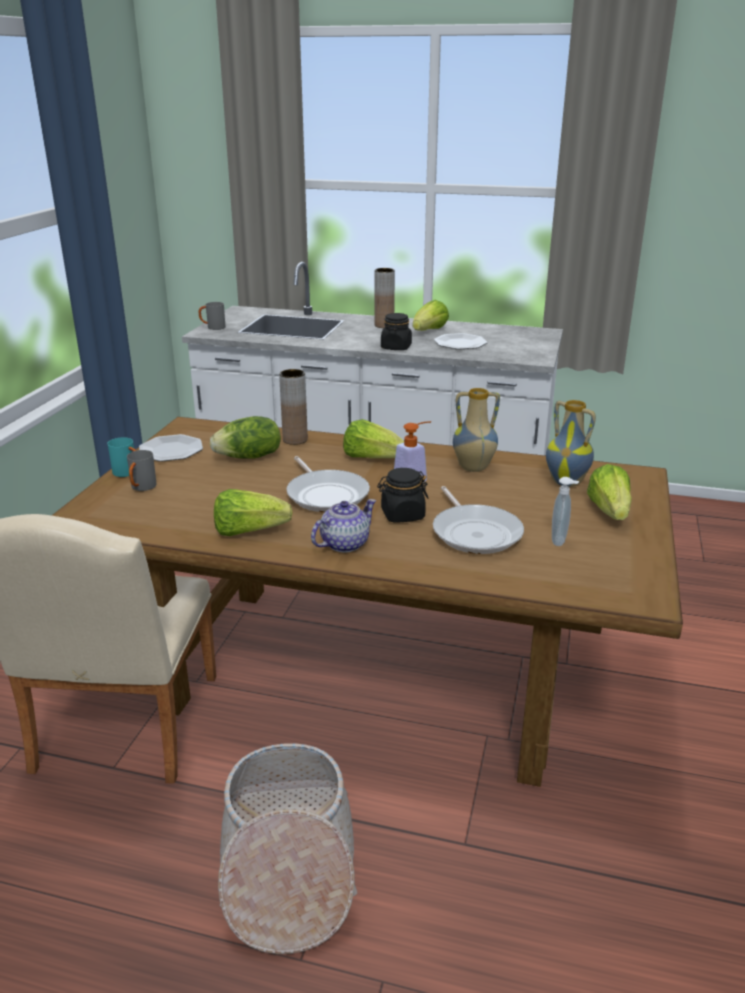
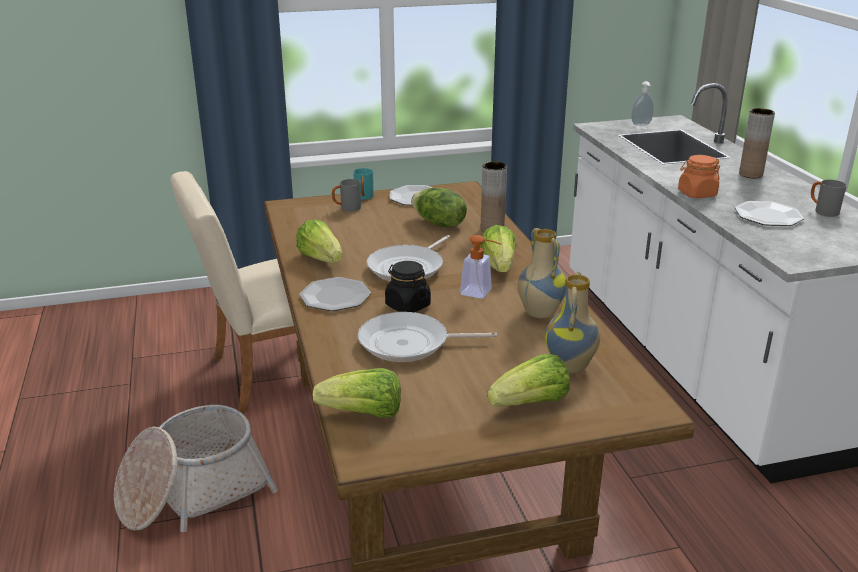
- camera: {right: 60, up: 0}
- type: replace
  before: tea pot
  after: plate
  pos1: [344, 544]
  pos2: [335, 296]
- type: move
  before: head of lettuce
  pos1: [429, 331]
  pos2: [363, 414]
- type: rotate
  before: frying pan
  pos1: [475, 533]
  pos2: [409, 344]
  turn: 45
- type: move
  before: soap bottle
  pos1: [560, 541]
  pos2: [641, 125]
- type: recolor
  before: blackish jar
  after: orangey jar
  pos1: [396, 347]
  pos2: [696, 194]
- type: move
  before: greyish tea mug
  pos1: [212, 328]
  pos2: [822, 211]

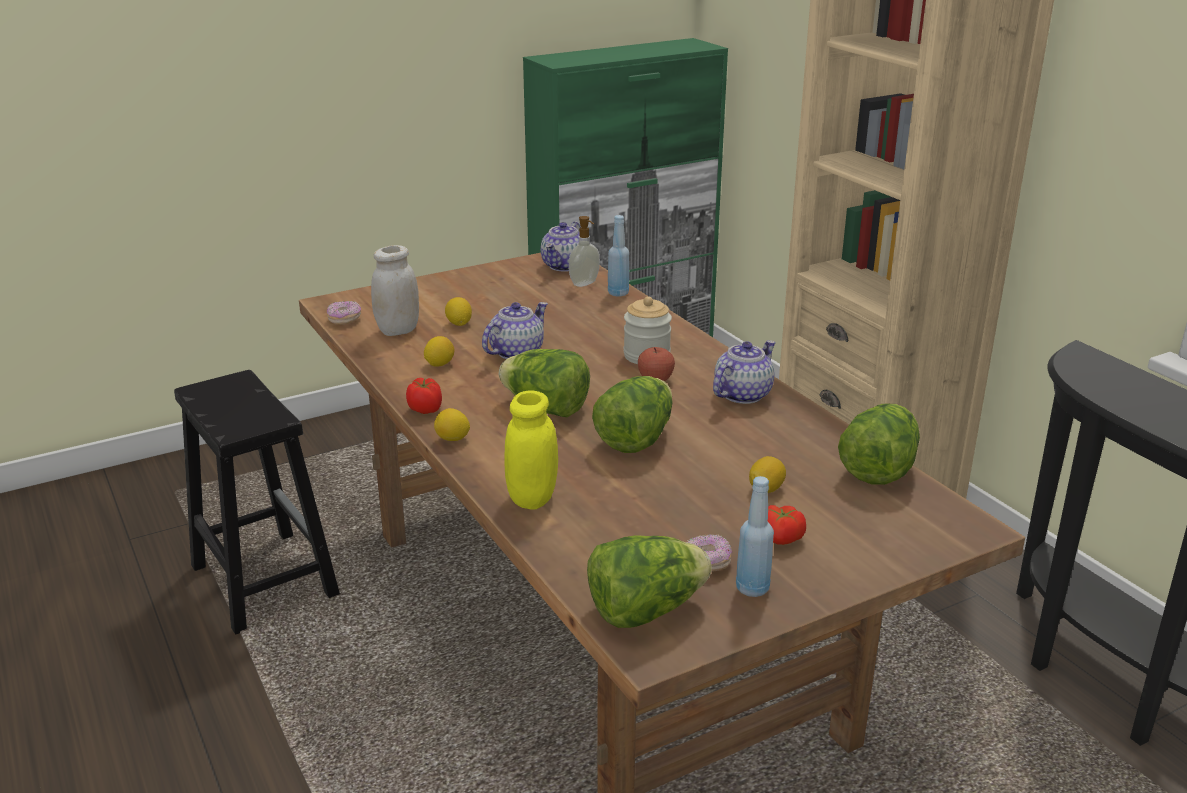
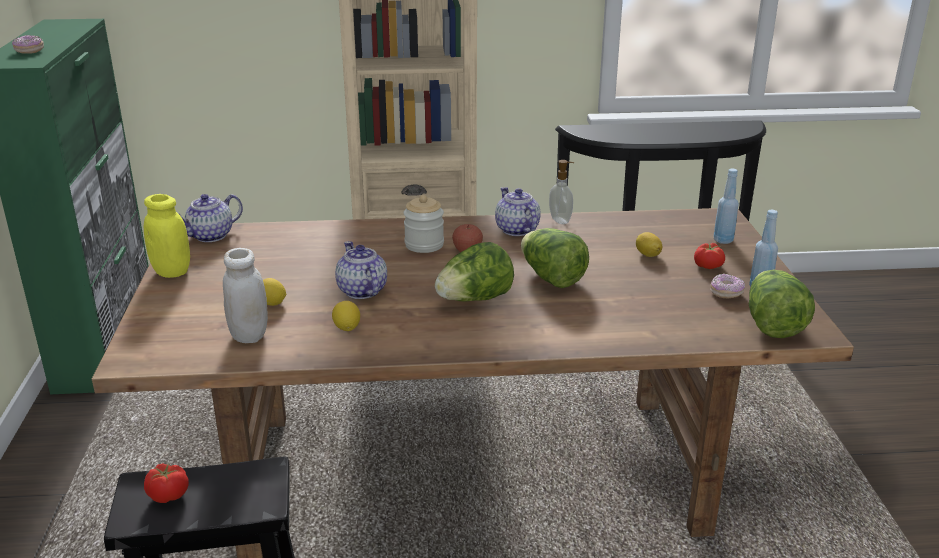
- camera: {right: -65, up: 0}
- type: move
  before: doughnut
  pos1: [344, 320]
  pos2: [29, 51]
- type: move
  before: yellowish jar
  pos1: [532, 498]
  pos2: [172, 272]
- type: move
  before: whole tomato
  pos1: [425, 409]
  pos2: [168, 496]
- type: rotate
  before: tea pot
  pos1: [564, 266]
  pos2: [210, 236]
  turn: 90
- type: move
  before: soap bottle
  pos1: [585, 283]
  pos2: [561, 220]
- type: move
  before: blue-coloured drink bottle
  pos1: [618, 293]
  pos2: [723, 240]
- type: delete
  before: citrus fruit
  pos1: [453, 439]
- type: delete
  before: head of lettuce
  pos1: [879, 469]

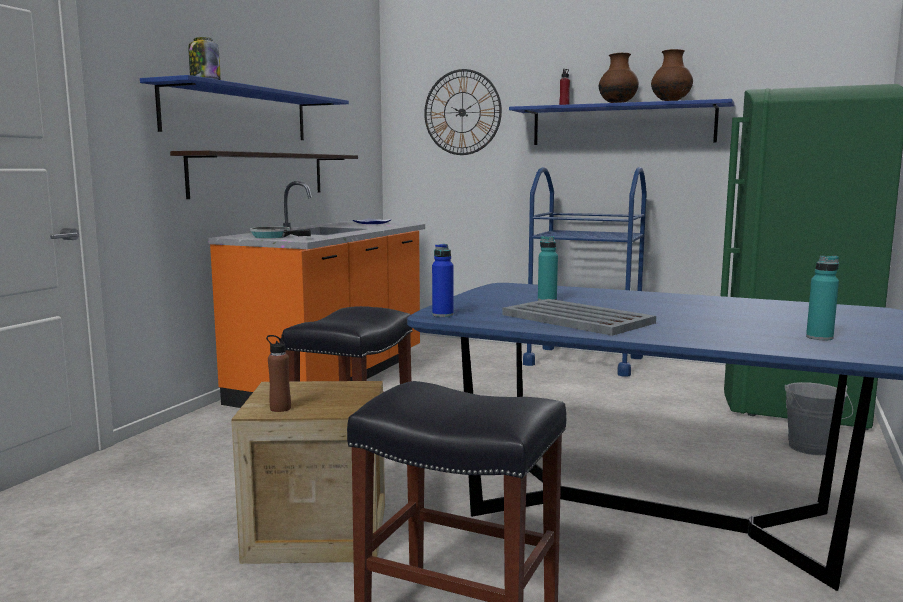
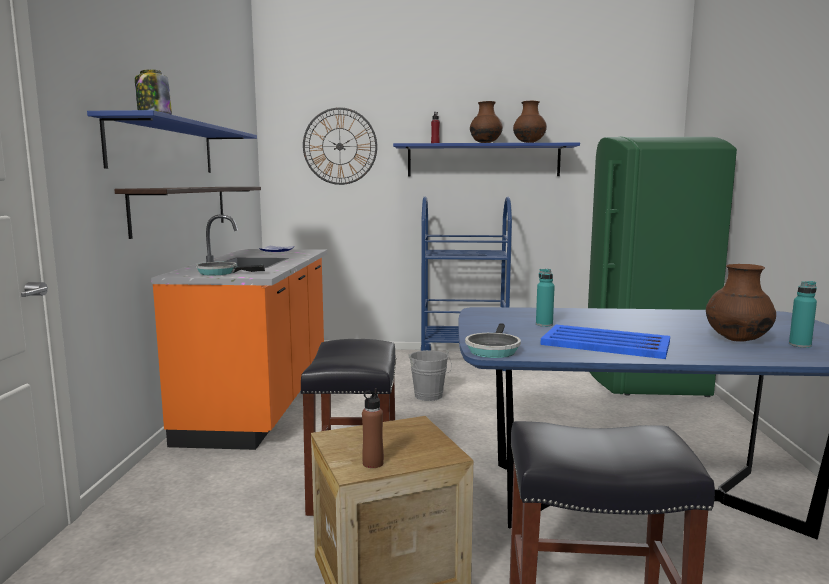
- camera: {right: -20, up: 0}
- type: move
  before: greyish bucket
  pos1: [812, 449]
  pos2: [430, 397]
- type: replace
  before: blue-coloured drink bottle
  after: frying pan
  pos1: [442, 315]
  pos2: [492, 350]
- type: recolor
  before: greyish carrying tray
  after: blue-coloured carrying tray
  pos1: [578, 319]
  pos2: [606, 343]
- type: insert
  after: brown-coloured vase
  pos2: [736, 340]

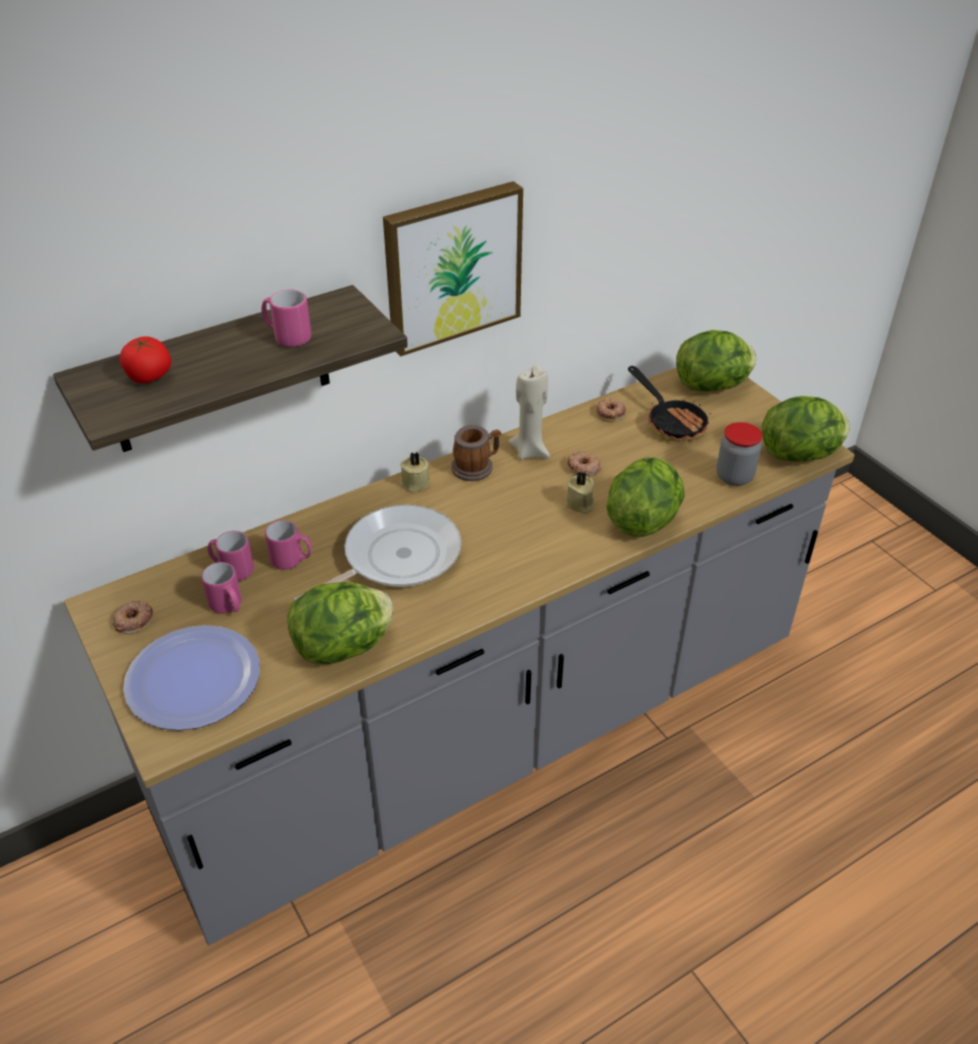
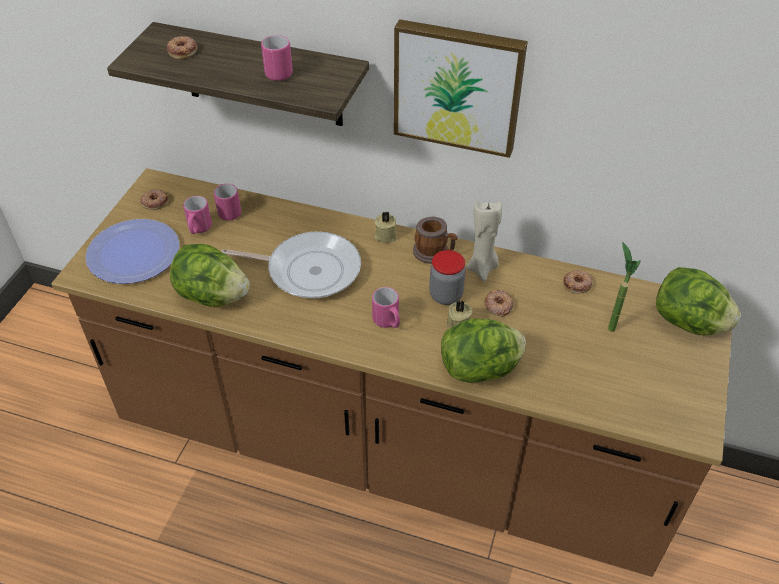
- camera: {right: 50, up: 5}
- type: recolor
  before: greyish counter
  after: brown-coloured counter
  pos1: [489, 733]
  pos2: [389, 450]
- type: replace
  before: whole tomato
  after: doughnut
  pos1: [149, 377]
  pos2: [183, 50]
- type: move
  before: pinkish tea mug
  pos1: [292, 561]
  pos2: [388, 322]
- type: move
  before: jar
  pos1: [734, 476]
  pos2: [446, 295]
- type: replace
  before: frying pan
  after: plant in a pot
  pos1: [670, 422]
  pos2: [610, 323]
- type: delete
  before: head of lettuce
  pos1: [800, 455]

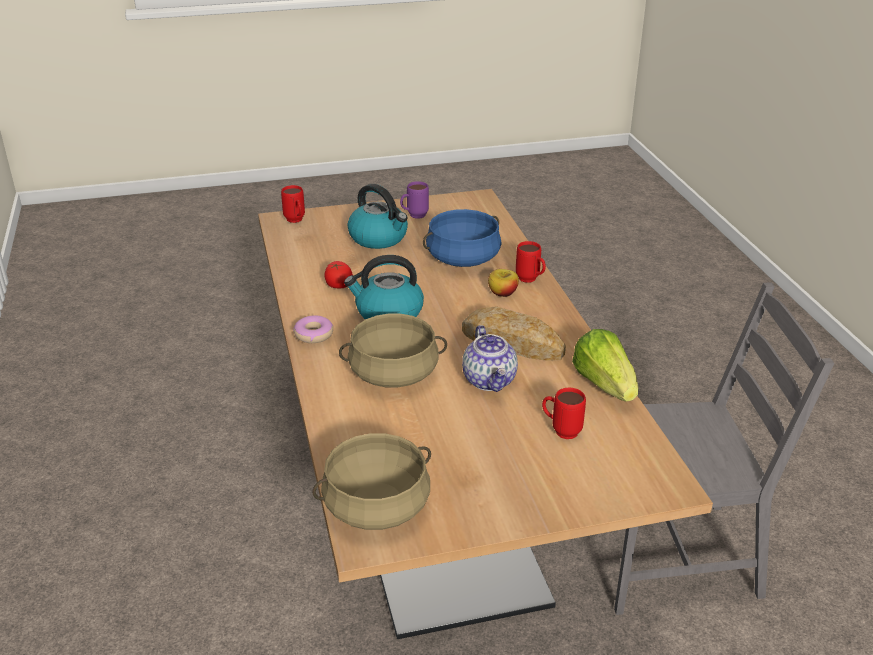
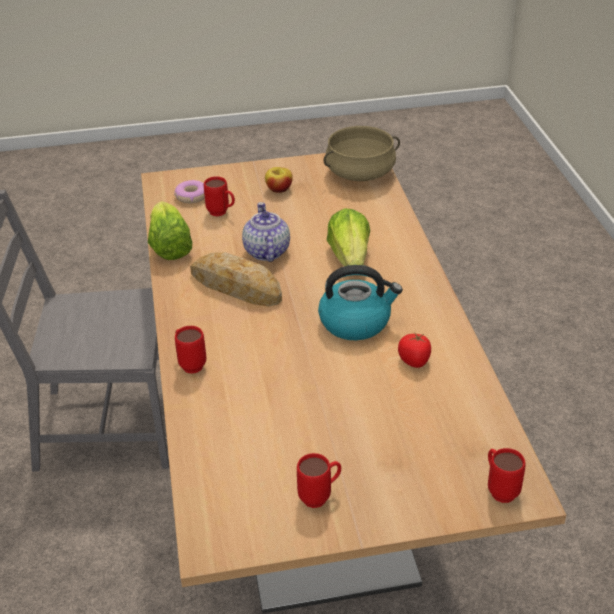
- camera: {right: -175, up: 5}
- type: move
  before: doughnut
  pos1: [314, 334]
  pos2: [191, 196]
- type: move
  before: apple fruit
  pos1: [502, 293]
  pos2: [279, 189]
- type: recolor
  before: purple-coloured tea mug
  after: reddish tea mug
  pos1: [413, 216]
  pos2: [320, 496]
- type: replace
  before: beige-coloured cooking pot
  after: head of lettuce
  pos1: [393, 374]
  pos2: [350, 258]
- type: delete
  before: kettle
  pos1: [379, 238]
- type: delete
  before: blue-coloured cooking pot
  pos1: [463, 258]

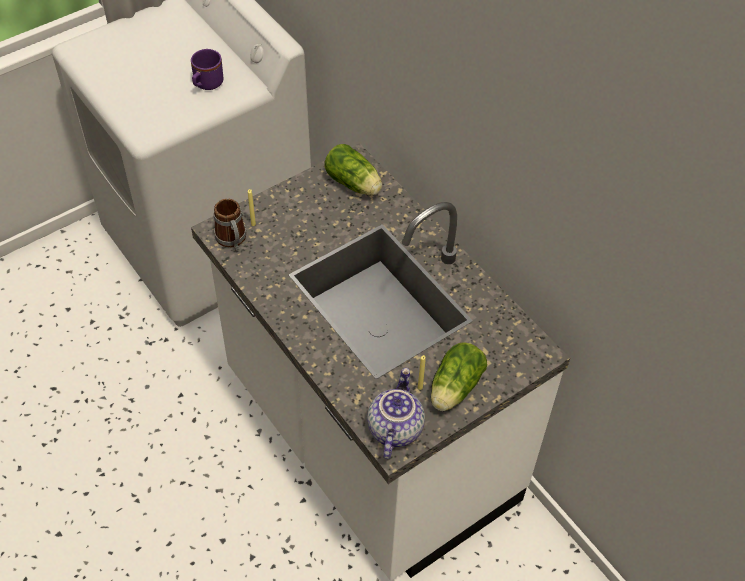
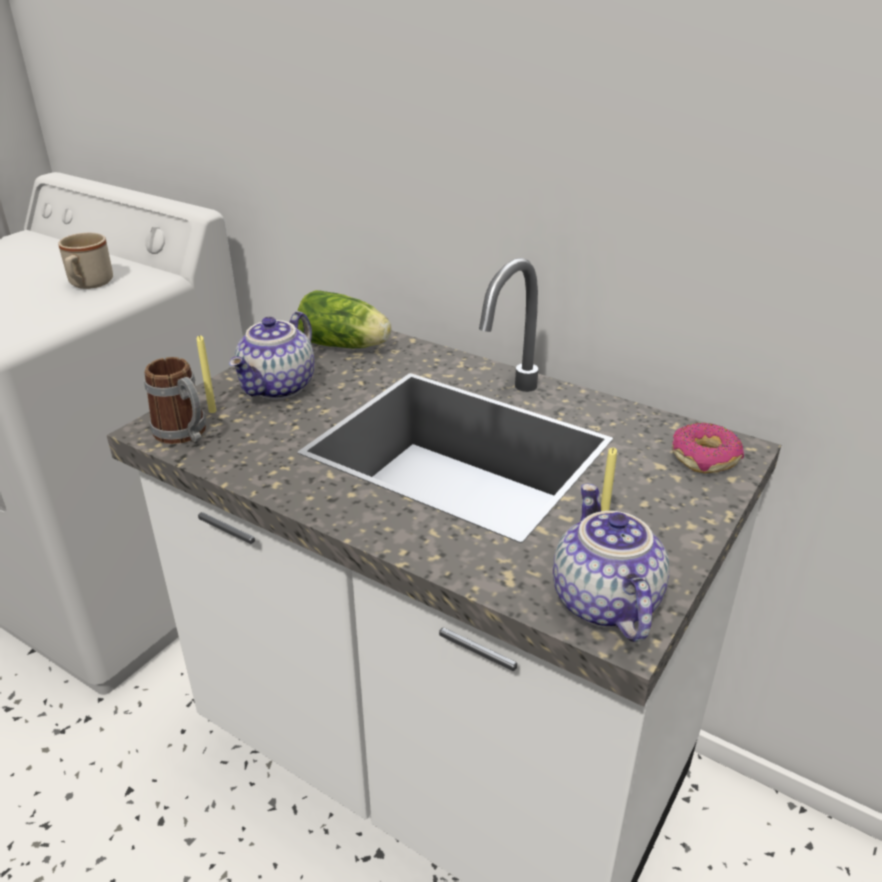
- camera: {right: -20, up: -20}
- type: recolor
  before: purple-coloured tea mug
  after: beige-coloured tea mug
  pos1: [206, 84]
  pos2: [88, 284]
- type: insert
  after: tea pot
  pos2: [279, 388]
- type: insert
  after: doughnut
  pos2: [705, 457]
- type: delete
  before: head of lettuce
  pos1: [454, 389]

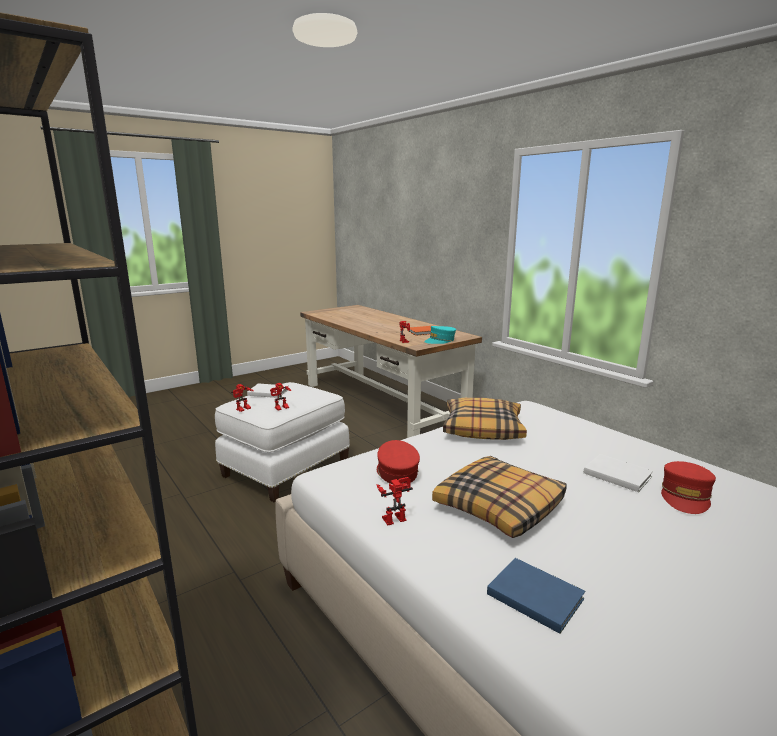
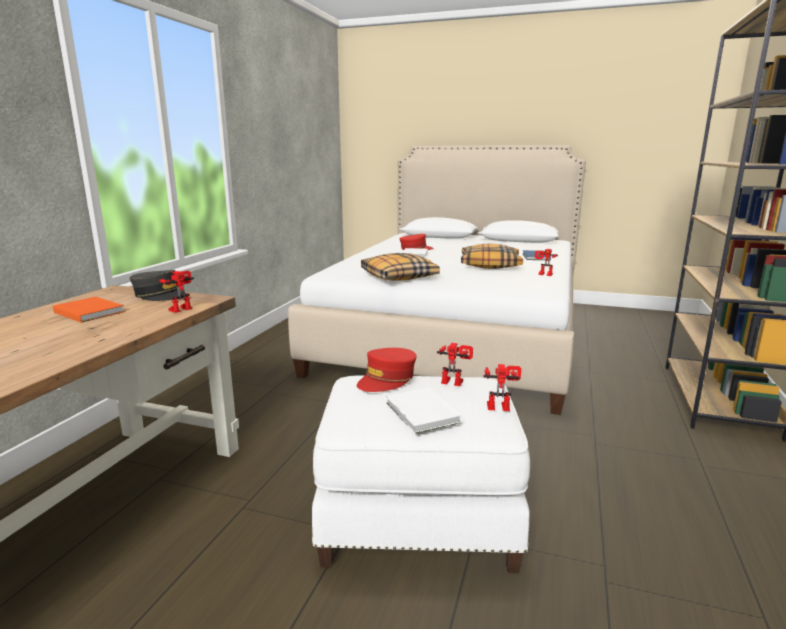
- camera: {right: -125, up: 0}
- type: recolor
  before: turquoise-coloured peaked cap
  after: greyish peaked cap
  pos1: [440, 340]
  pos2: [160, 295]
- type: move
  before: reddish peaked cap
  pos1: [396, 472]
  pos2: [387, 379]

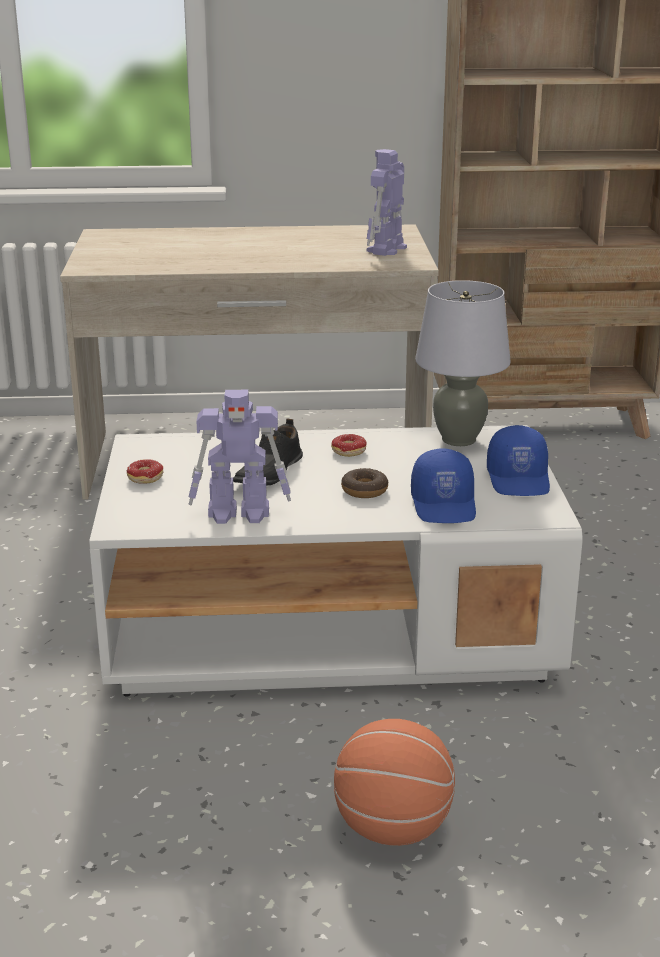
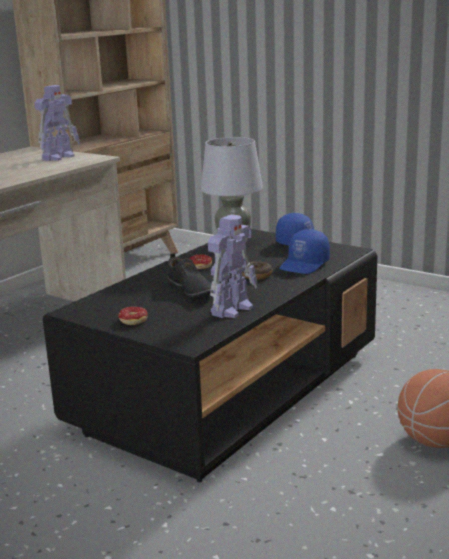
- camera: {right: -50, up: -5}
- type: rotate
  before: toy robot
  pos1: [386, 249]
  pos2: [59, 157]
  turn: -120
- type: recolor
  before: white-coloured coffee table
  after: blackish coffee table
  pos1: [331, 630]
  pos2: [228, 391]
- type: rotate
  before: blue-coloured peaked cap
  pos1: [445, 505]
  pos2: [305, 265]
  turn: 90

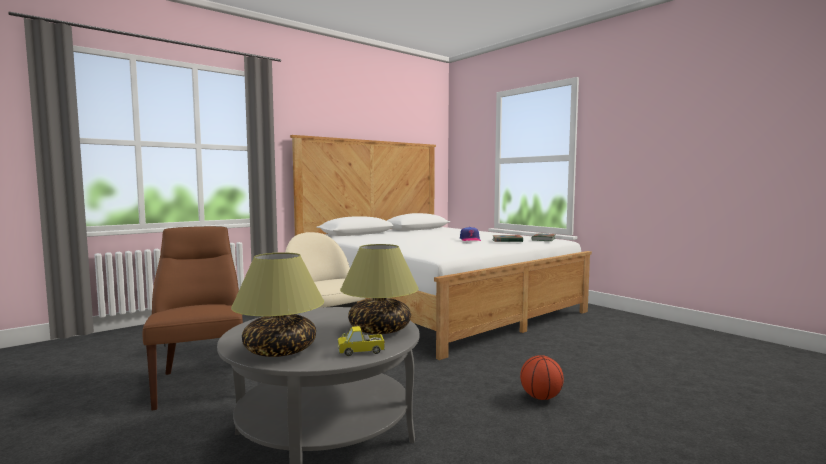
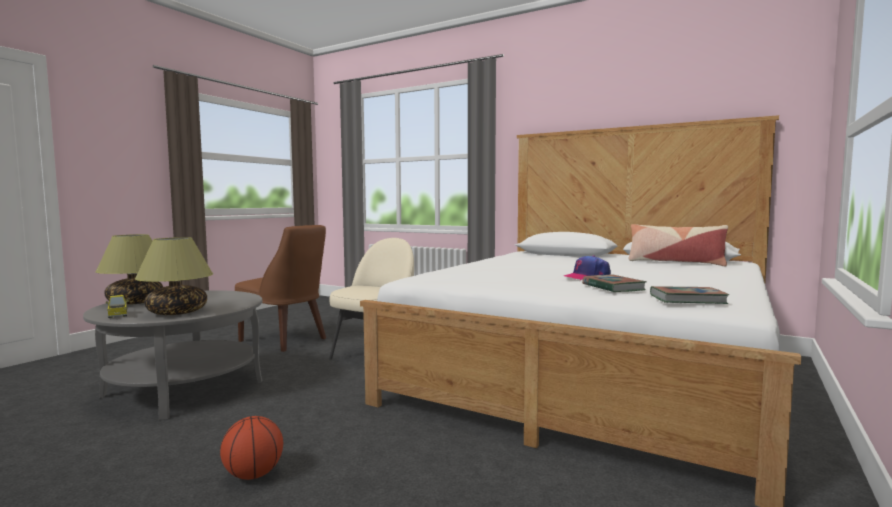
- camera: {right: 70, up: 0}
- type: rotate
  before: brown-coloured chair
  pos1: [201, 382]
  pos2: [286, 340]
  turn: 75
- type: insert
  after: throw pillow
  pos2: [675, 262]

